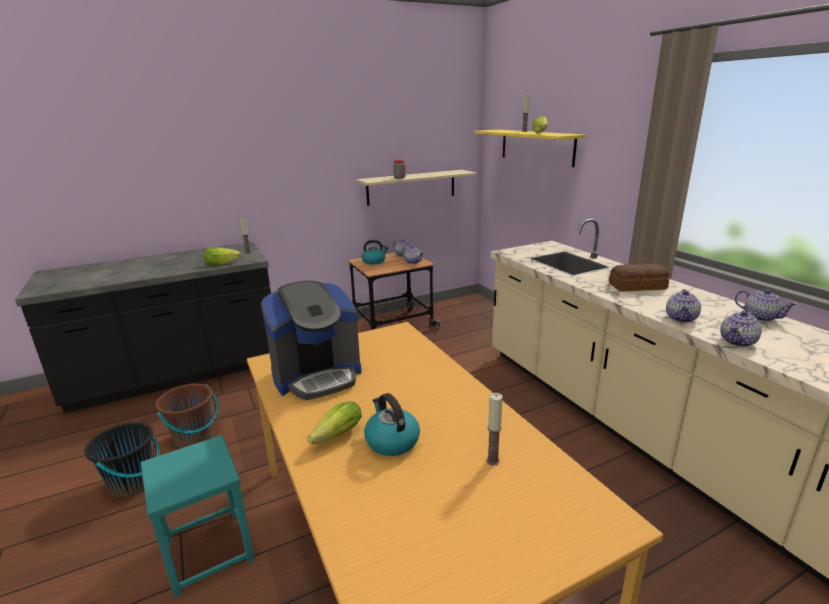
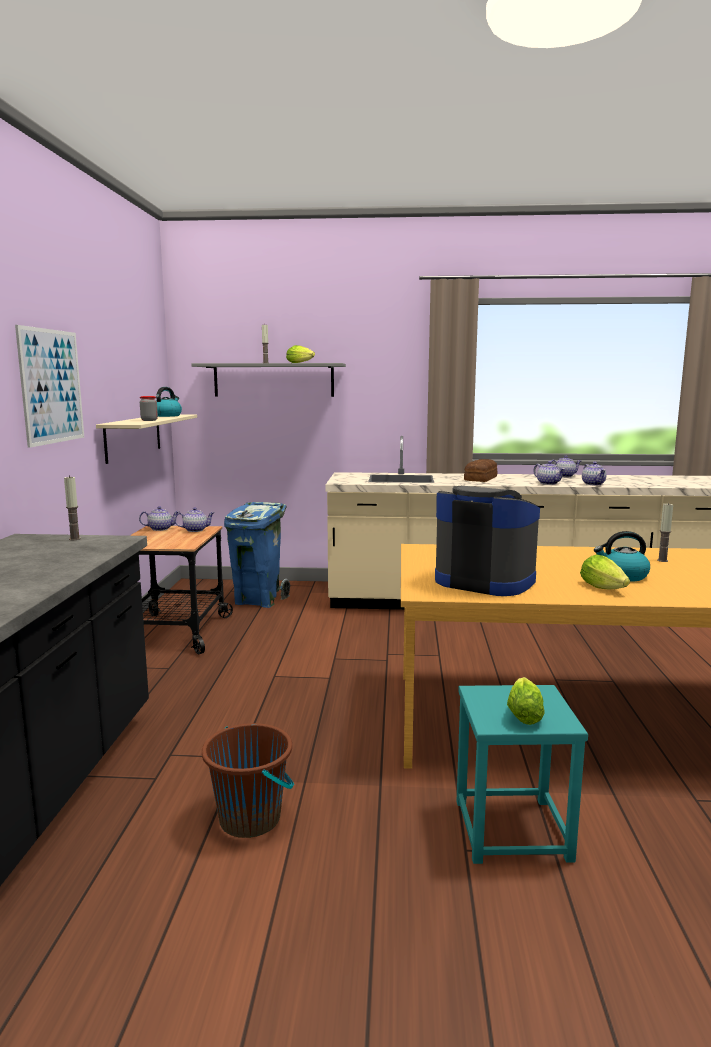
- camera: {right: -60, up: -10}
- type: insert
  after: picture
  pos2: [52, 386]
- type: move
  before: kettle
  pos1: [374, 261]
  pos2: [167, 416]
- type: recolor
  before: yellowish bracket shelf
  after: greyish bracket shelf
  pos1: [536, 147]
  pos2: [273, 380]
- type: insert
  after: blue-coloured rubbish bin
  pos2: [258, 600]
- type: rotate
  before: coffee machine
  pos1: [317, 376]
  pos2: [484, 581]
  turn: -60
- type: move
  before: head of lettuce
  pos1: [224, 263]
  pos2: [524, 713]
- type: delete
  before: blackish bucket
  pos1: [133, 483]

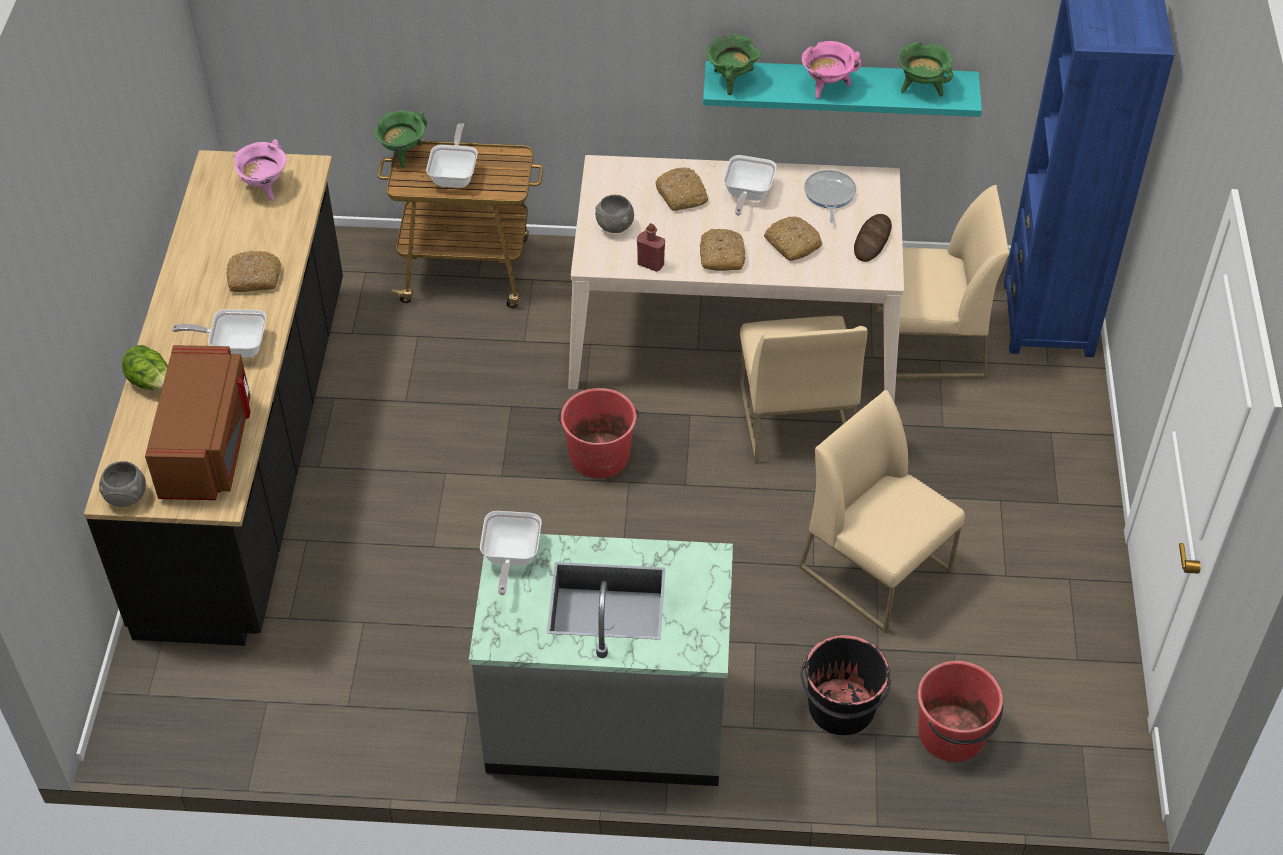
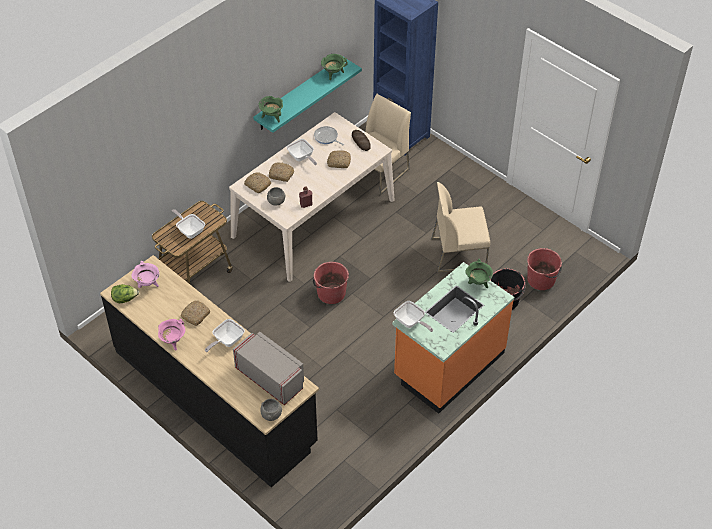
- camera: {right: -50, up: 0}
- type: move
  before: head of lettuce
  pos1: [151, 383]
  pos2: [125, 299]
- type: move
  before: pinkish cooking pot
  pos1: [827, 86]
  pos2: [173, 341]
- type: recolor
  before: brown-coloured microwave oven
  after: greyish microwave oven
  pos1: [208, 447]
  pos2: [271, 377]
- type: move
  before: bread
  pos1: [721, 256]
  pos2: [257, 185]
- type: recolor
  before: greyish counter
  after: orangey counter
  pos1: [607, 718]
  pos2: [448, 365]
- type: move
  before: green cooking pot
  pos1: [403, 154]
  pos2: [478, 283]
- type: delete
  before: beige-coloured chair
  pos1: [794, 418]

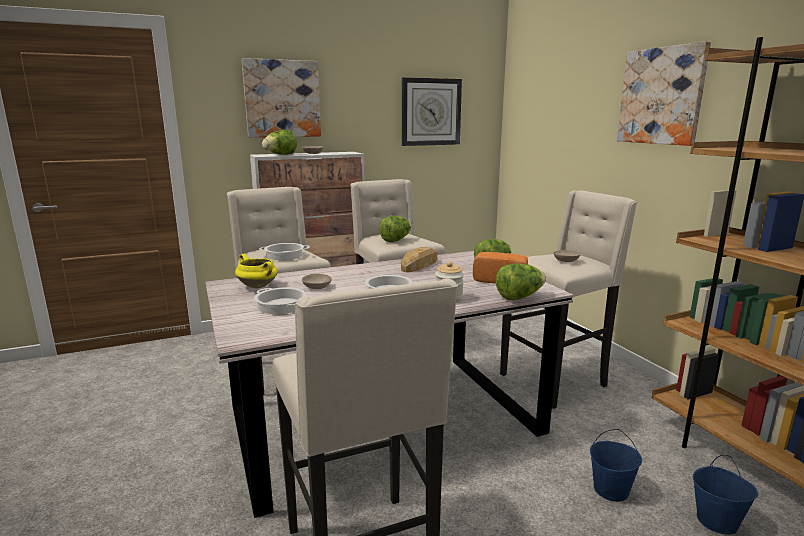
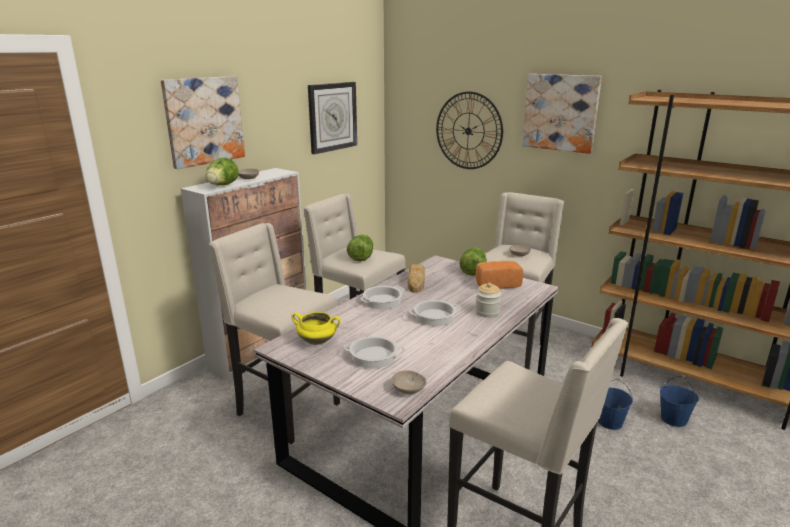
- camera: {right: -30, up: 5}
- type: move
  before: cooking pot
  pos1: [284, 255]
  pos2: [382, 301]
- type: move
  before: beige-coloured deep dish
  pos1: [316, 287]
  pos2: [407, 389]
- type: insert
  after: clock on the wall
  pos2: [468, 131]
- type: delete
  before: head of lettuce
  pos1: [519, 297]

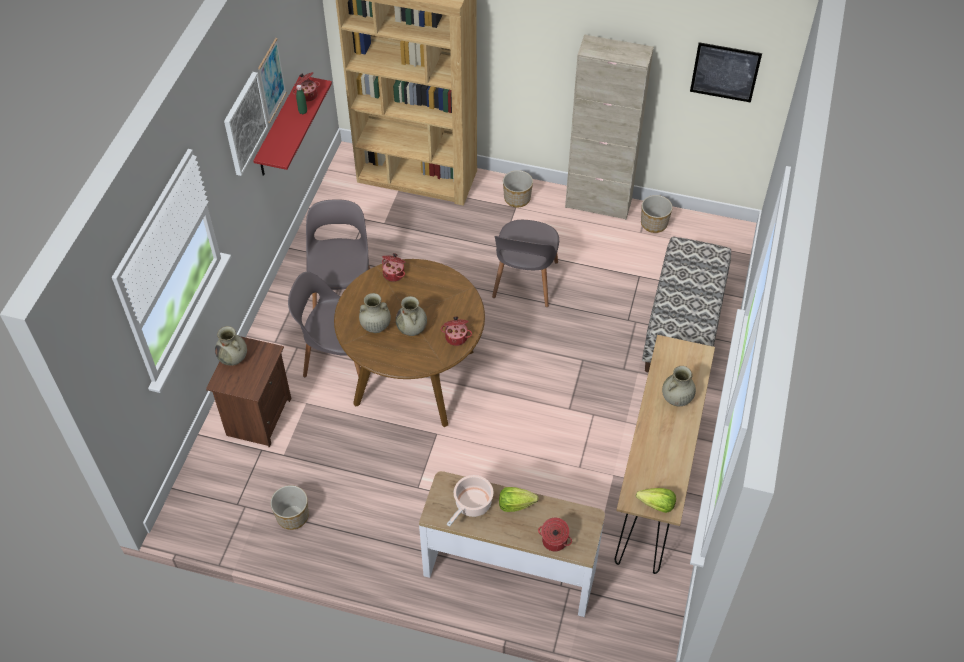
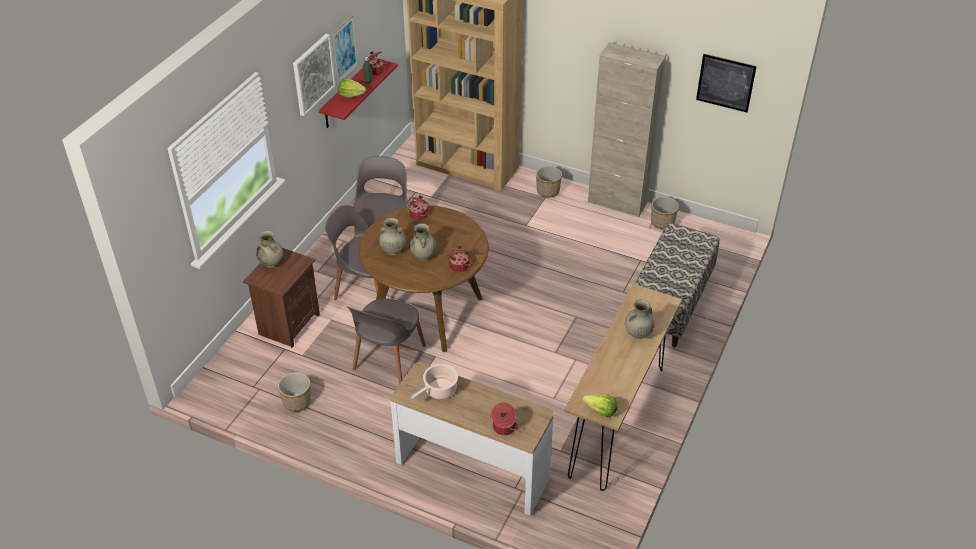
- camera: {right: 10, up: -10}
- type: move
  before: head of lettuce
  pos1: [515, 504]
  pos2: [351, 95]
- type: move
  before: greyish chair
  pos1: [525, 281]
  pos2: [388, 359]

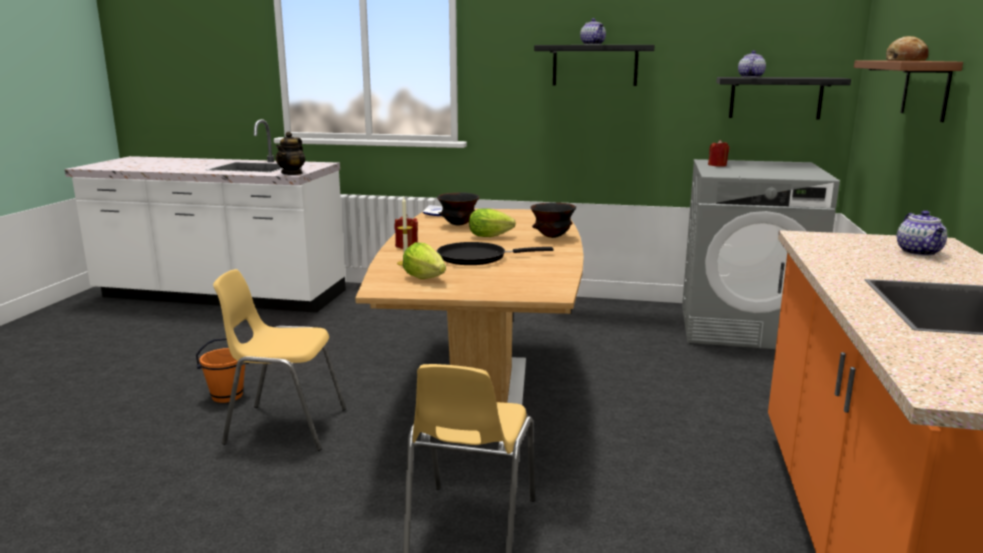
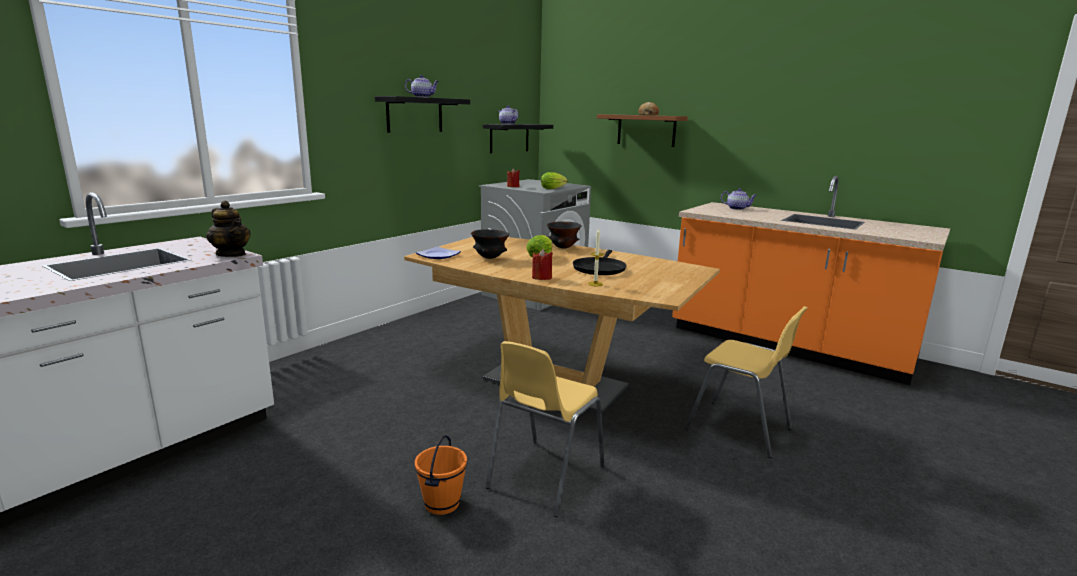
- camera: {right: -65, up: 0}
- type: move
  before: head of lettuce
  pos1: [427, 279]
  pos2: [554, 189]

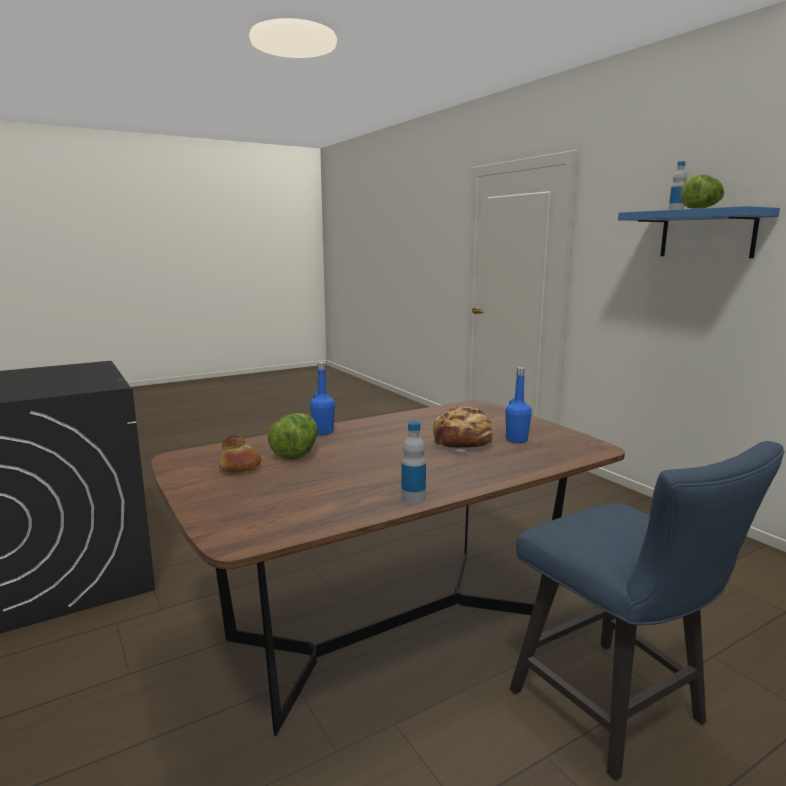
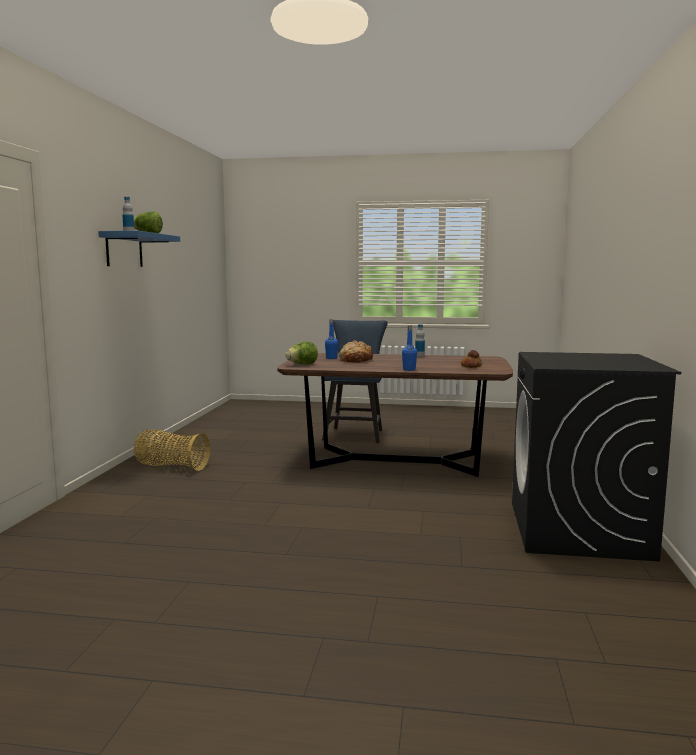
- camera: {right: -140, up: -5}
- type: insert
  after: storage basket
  pos2: [171, 466]
- type: move
  before: head of lettuce
  pos1: [296, 453]
  pos2: [302, 364]

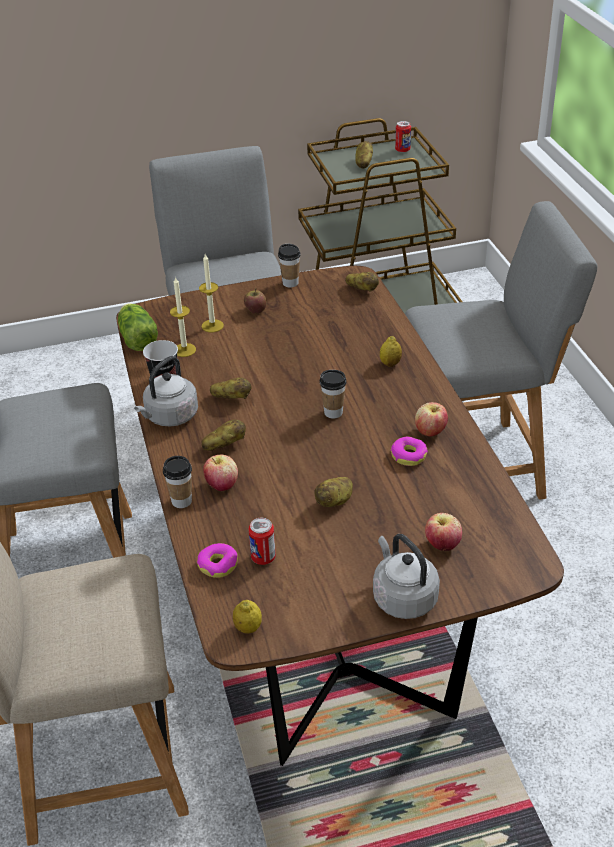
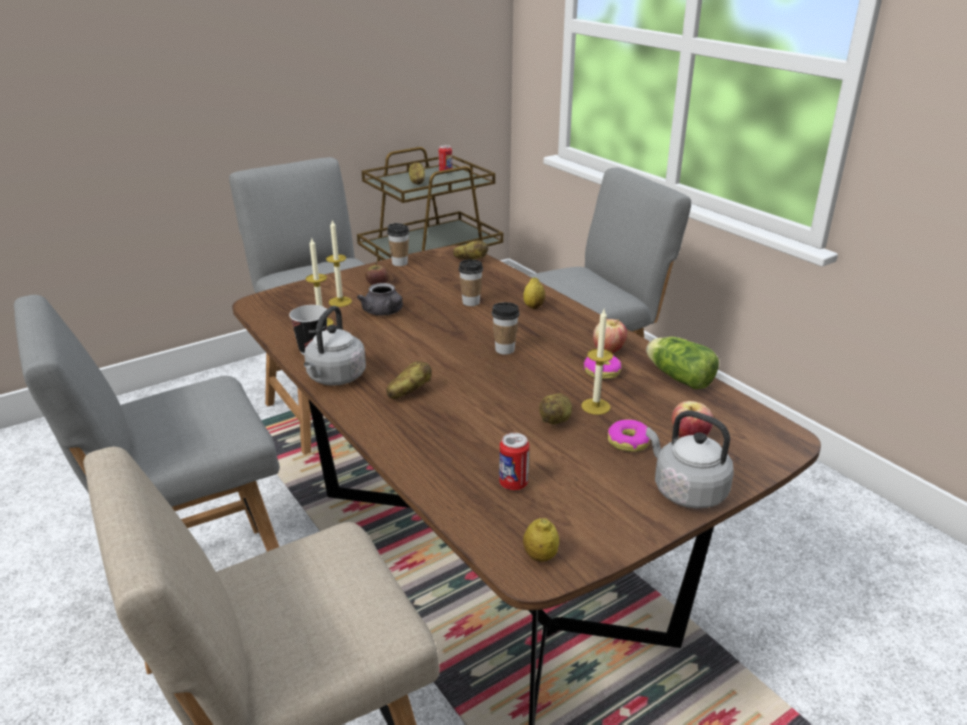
- camera: {right: -20, up: -10}
- type: insert
  after: greyish tea pot
  pos2: [384, 312]
- type: move
  before: cup
  pos1: [181, 501]
  pos2: [471, 302]
- type: insert
  after: candle
  pos2: [595, 406]
- type: move
  before: doughnut
  pos1: [218, 565]
  pos2: [628, 441]
- type: move
  before: head of lettuce
  pos1: [137, 337]
  pos2: [677, 376]
- type: delete
  before: apple fruit
  pos1: [222, 485]
- type: delete
  before: potato
  pos1: [232, 398]

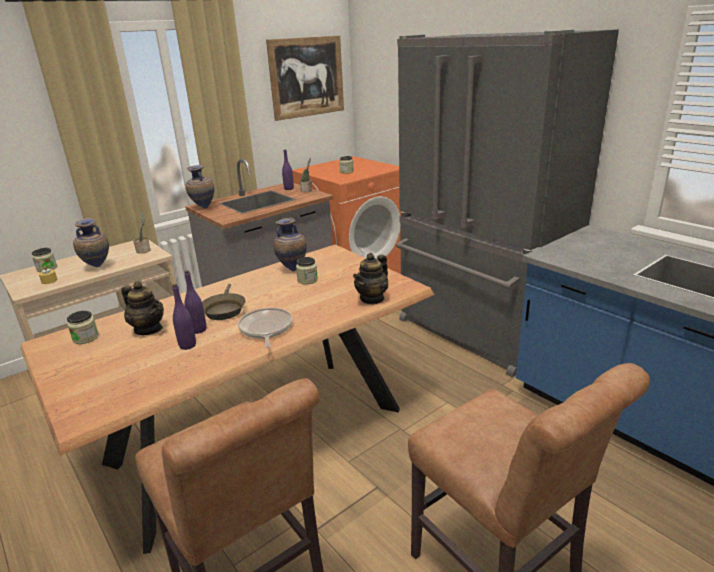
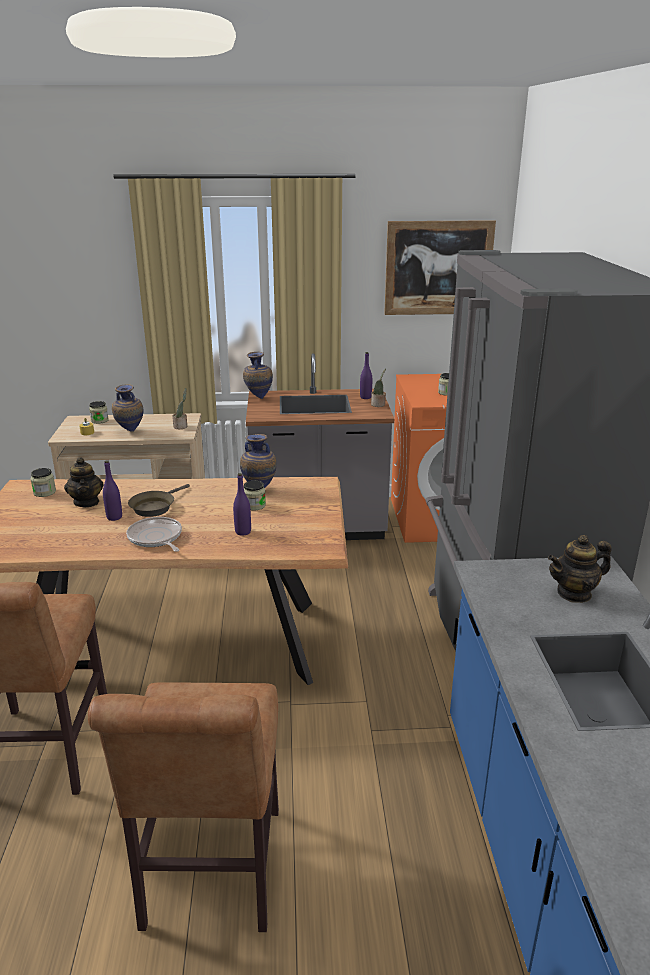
- camera: {right: 35, up: 0}
- type: rotate
  before: frying pan
  pos1: [266, 329]
  pos2: [156, 538]
  turn: -60
- type: move
  before: purple-coloured drink bottle
  pos1: [187, 345]
  pos2: [243, 532]
- type: move
  before: tea pot
  pos1: [372, 298]
  pos2: [574, 593]

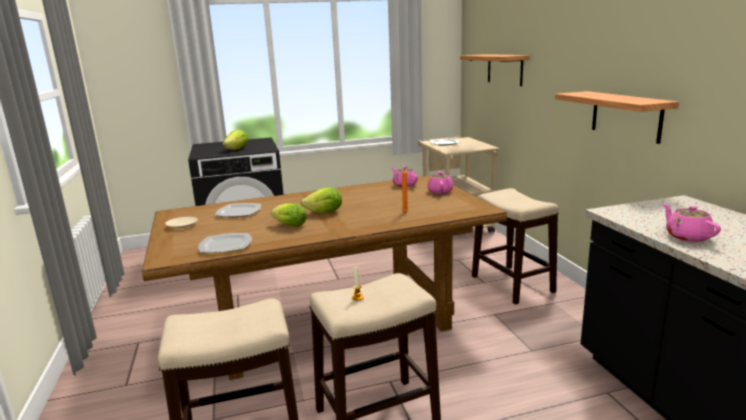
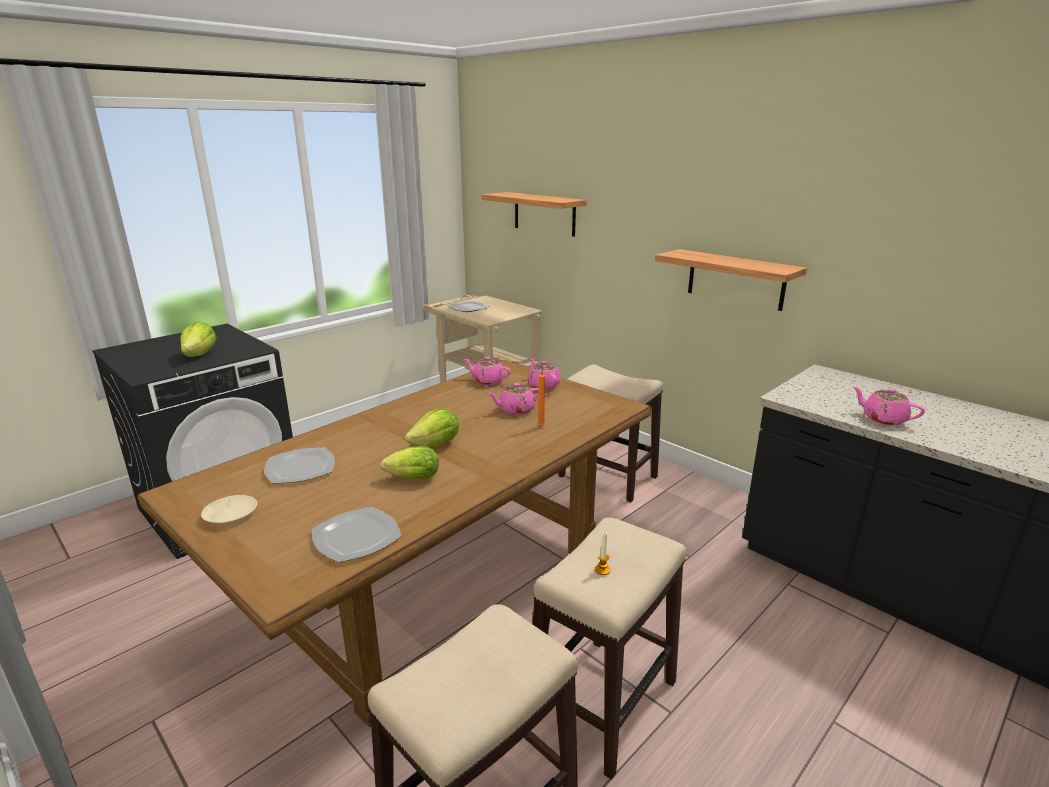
- camera: {right: -30, up: 5}
- type: insert
  after: pinkish tea pot
  pos2: [516, 409]

